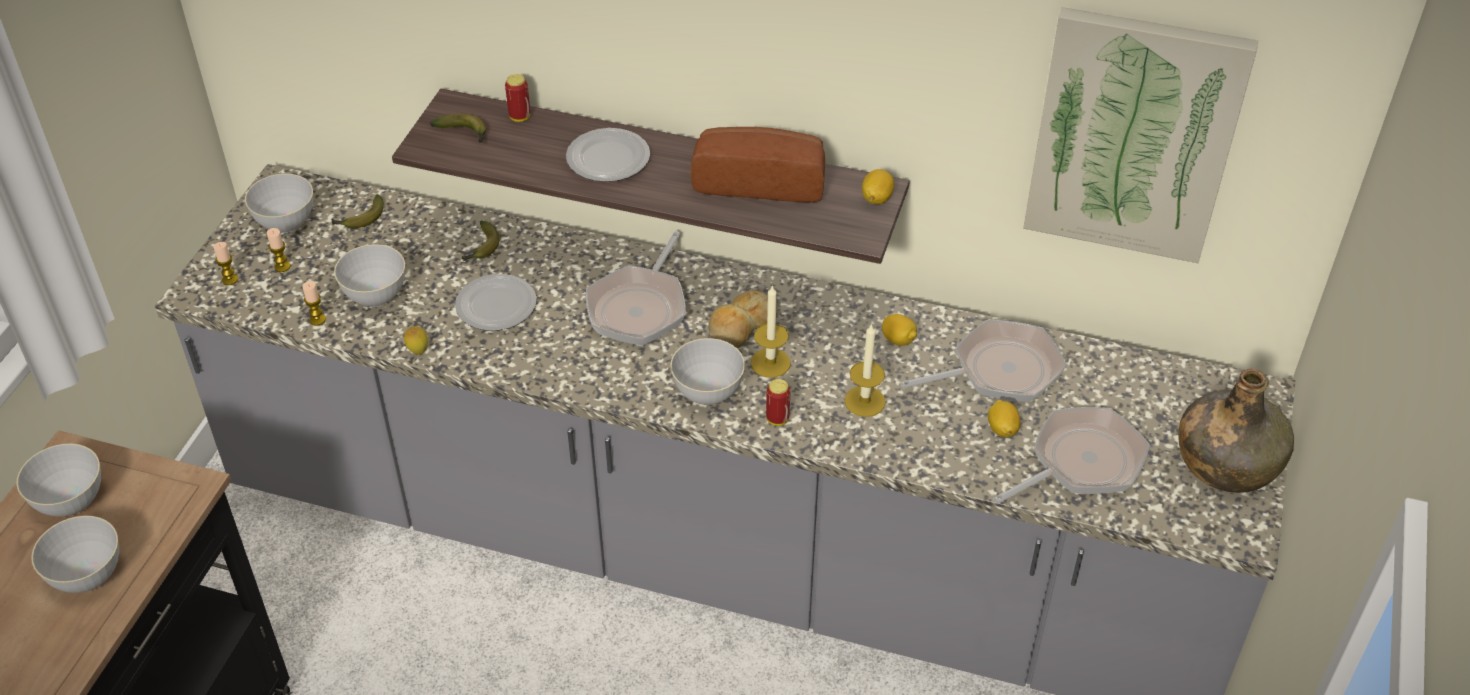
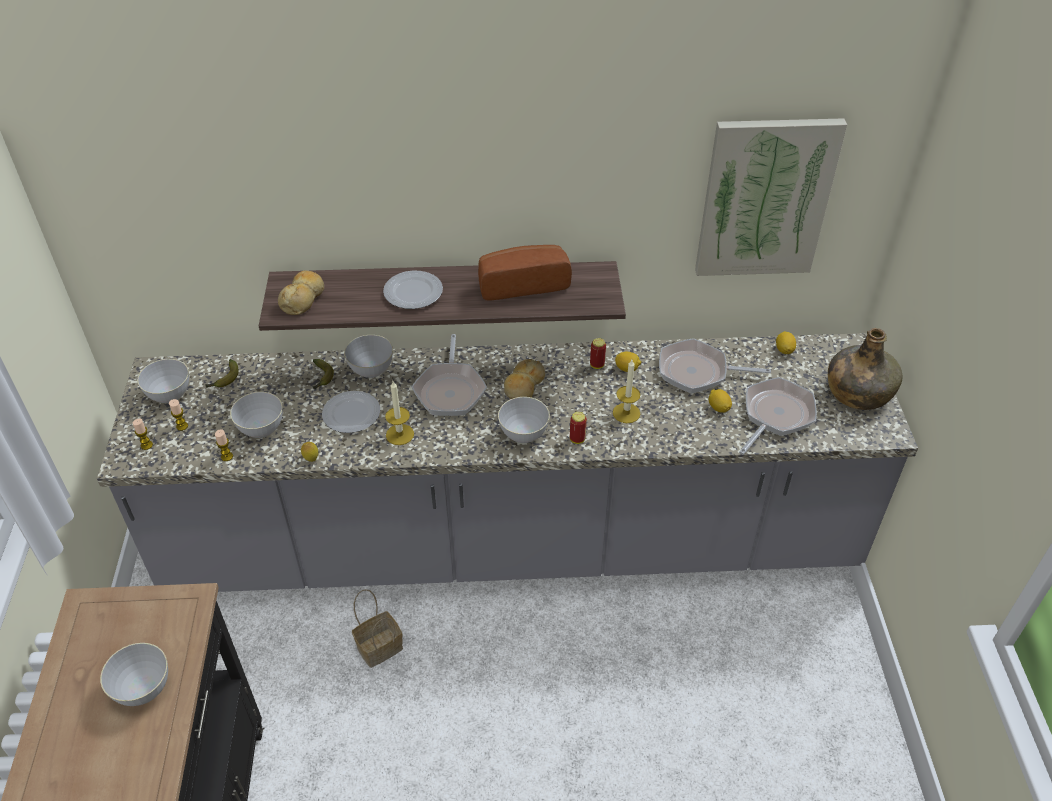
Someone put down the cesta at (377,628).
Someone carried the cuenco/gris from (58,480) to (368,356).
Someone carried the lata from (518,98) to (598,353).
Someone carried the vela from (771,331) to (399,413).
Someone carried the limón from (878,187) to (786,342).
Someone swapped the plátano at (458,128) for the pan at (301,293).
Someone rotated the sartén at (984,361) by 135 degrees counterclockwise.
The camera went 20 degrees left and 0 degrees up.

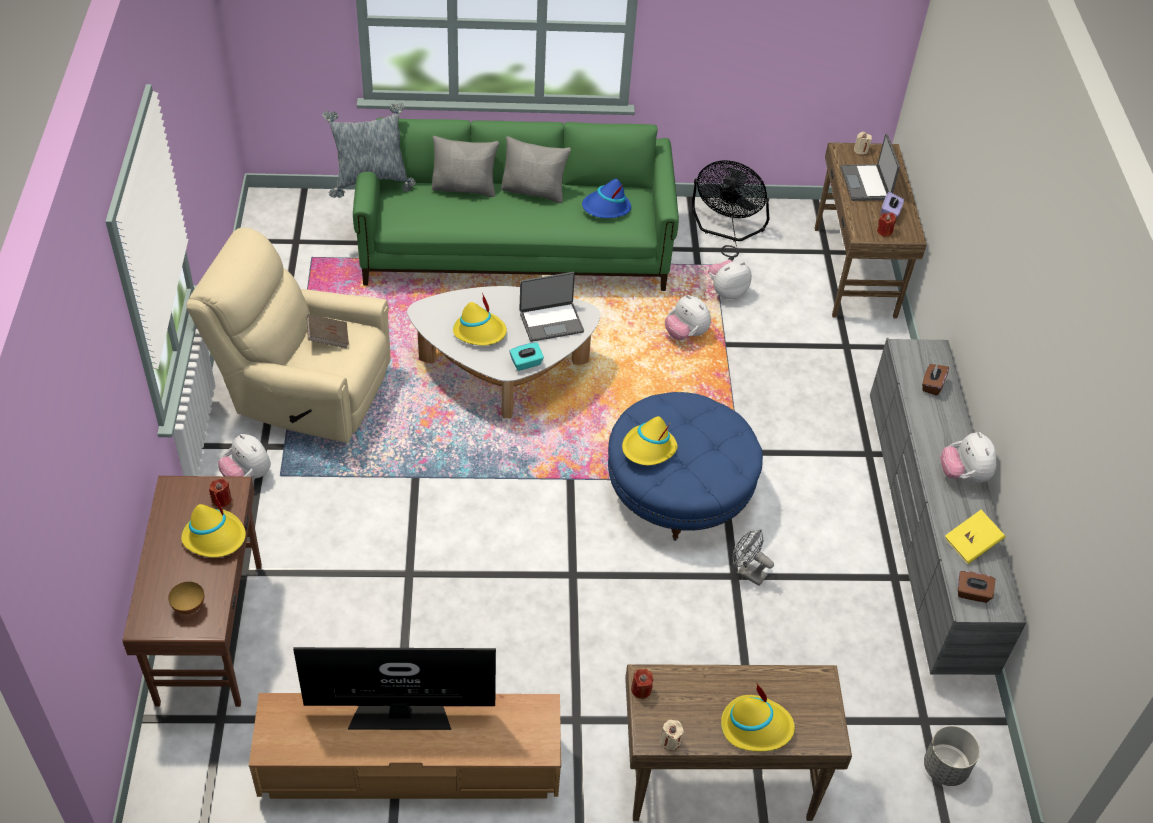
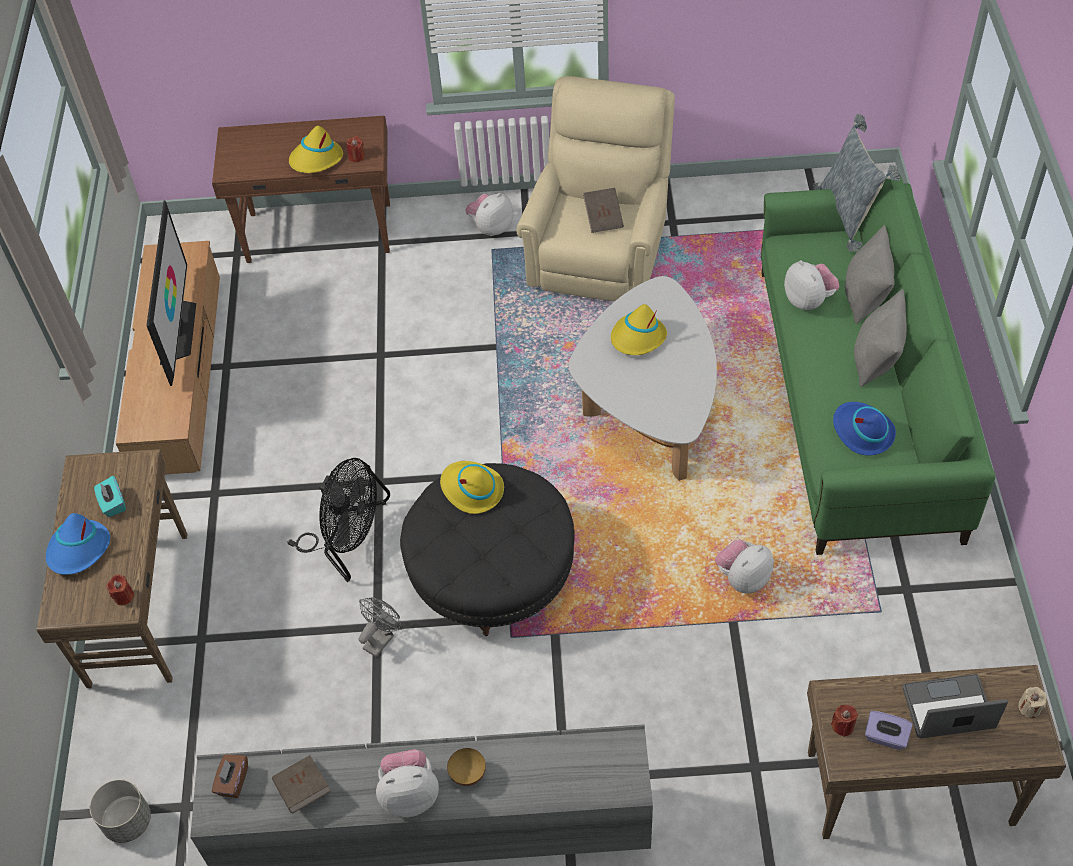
Someone took away the portátil at (551,307).
Someone took away the vela/beis at (671,735).
Someone took away the caja de pañuelos/marrón at (935,380).
Someone carried the cuenco from (186,598) to (466,767).
Someone carried the caja de pañuelos/turquesa from (526,357) to (110,496).
Someone carried the vela/rojo from (642,684) to (120,590).
Someone carried the ventilador/negro from (730,210) to (338,520).
Someone carried the peluche from (730,279) to (811,285).
Someone repainted the puf/azul at (685,466), which became the puf/negro at (487,549).
Someone repainted the sombrero/amarillo at (758,717), which became the sombrero/azul at (78,544).
Someone repainted the libro/amarillo at (975,537), which became the libro/marrón at (301,784).
The camera went 95 degrees right and 5 degrees up.

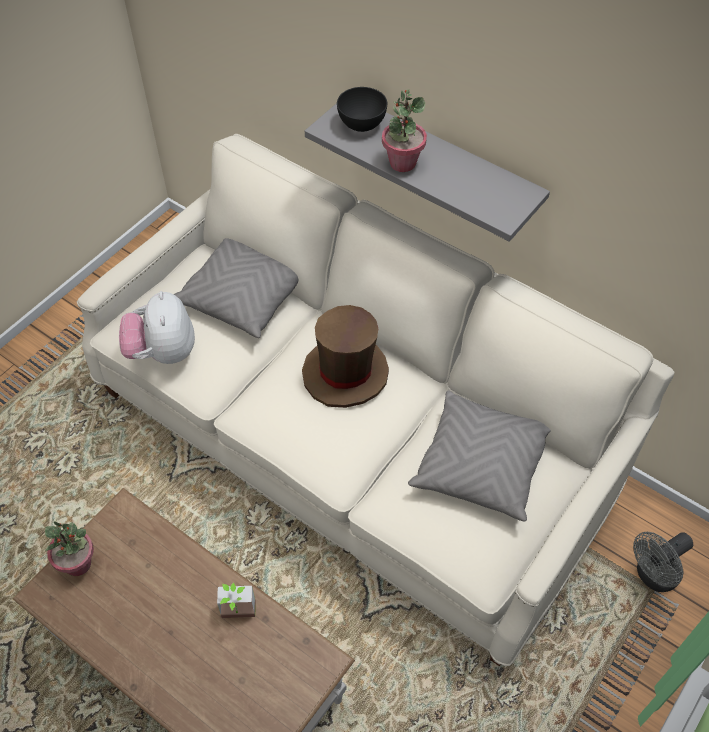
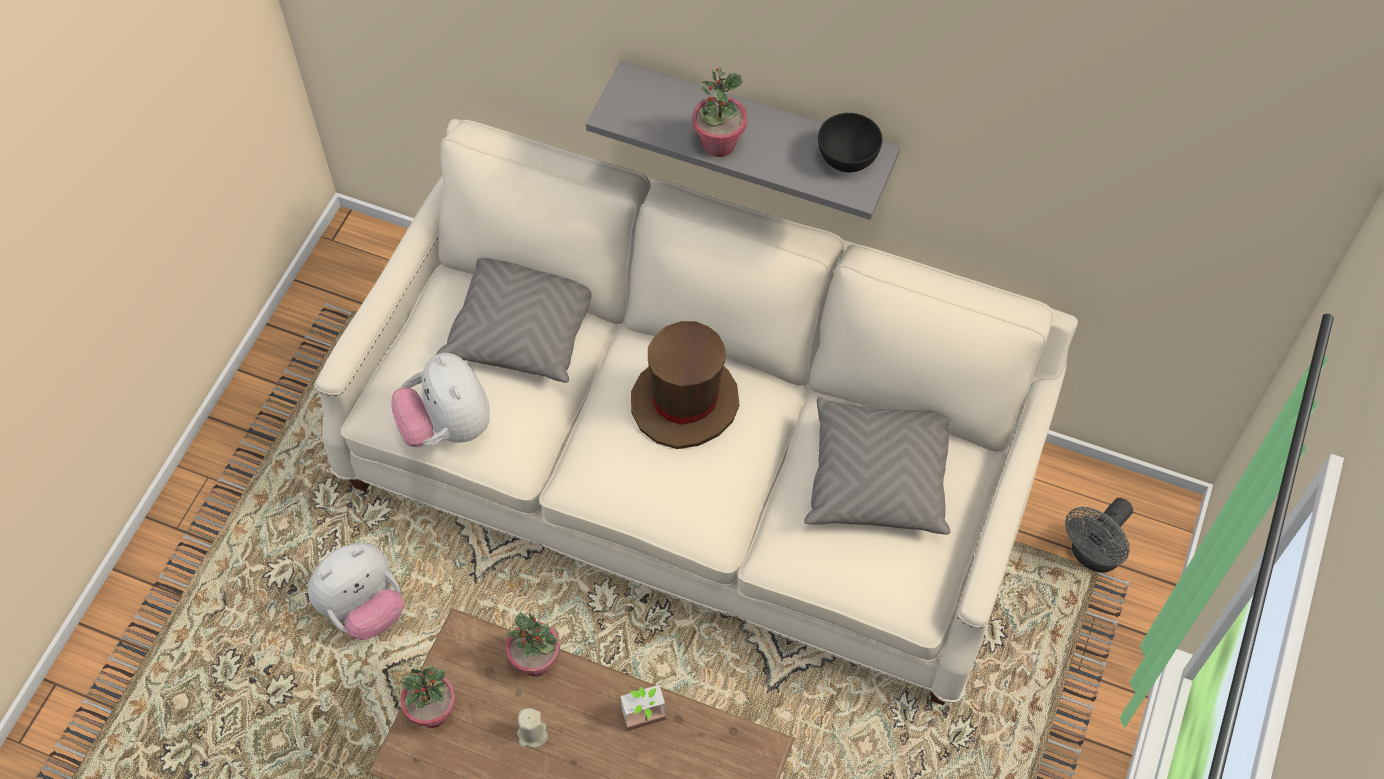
Someone put down the peluche at (356,591).
Someone put down the planta en maceta at (533,644).
Someone put down the vela/beis at (532,728).
Someone carried the cuenco/negro from (362,109) to (850,142).
The camera went 15 degrees left and 5 degrees up.

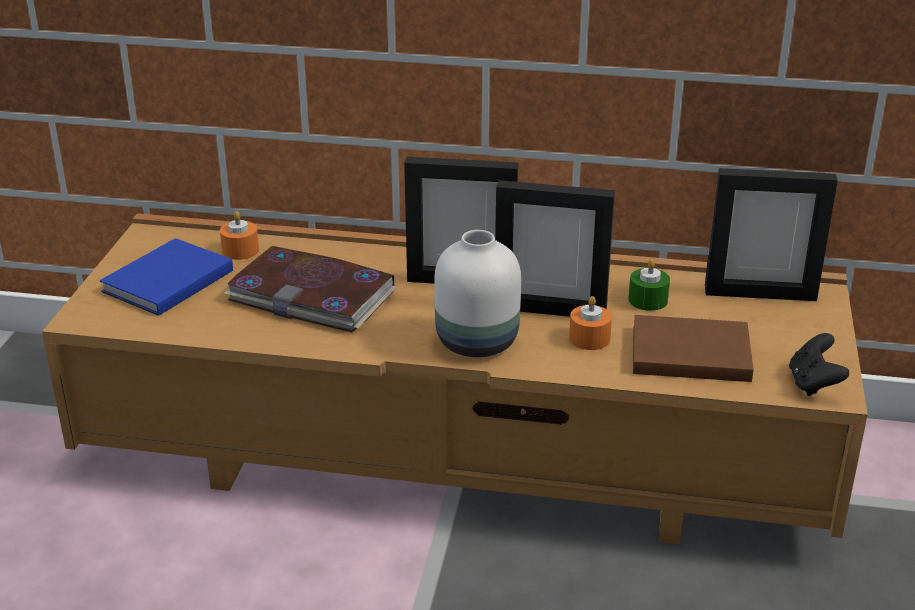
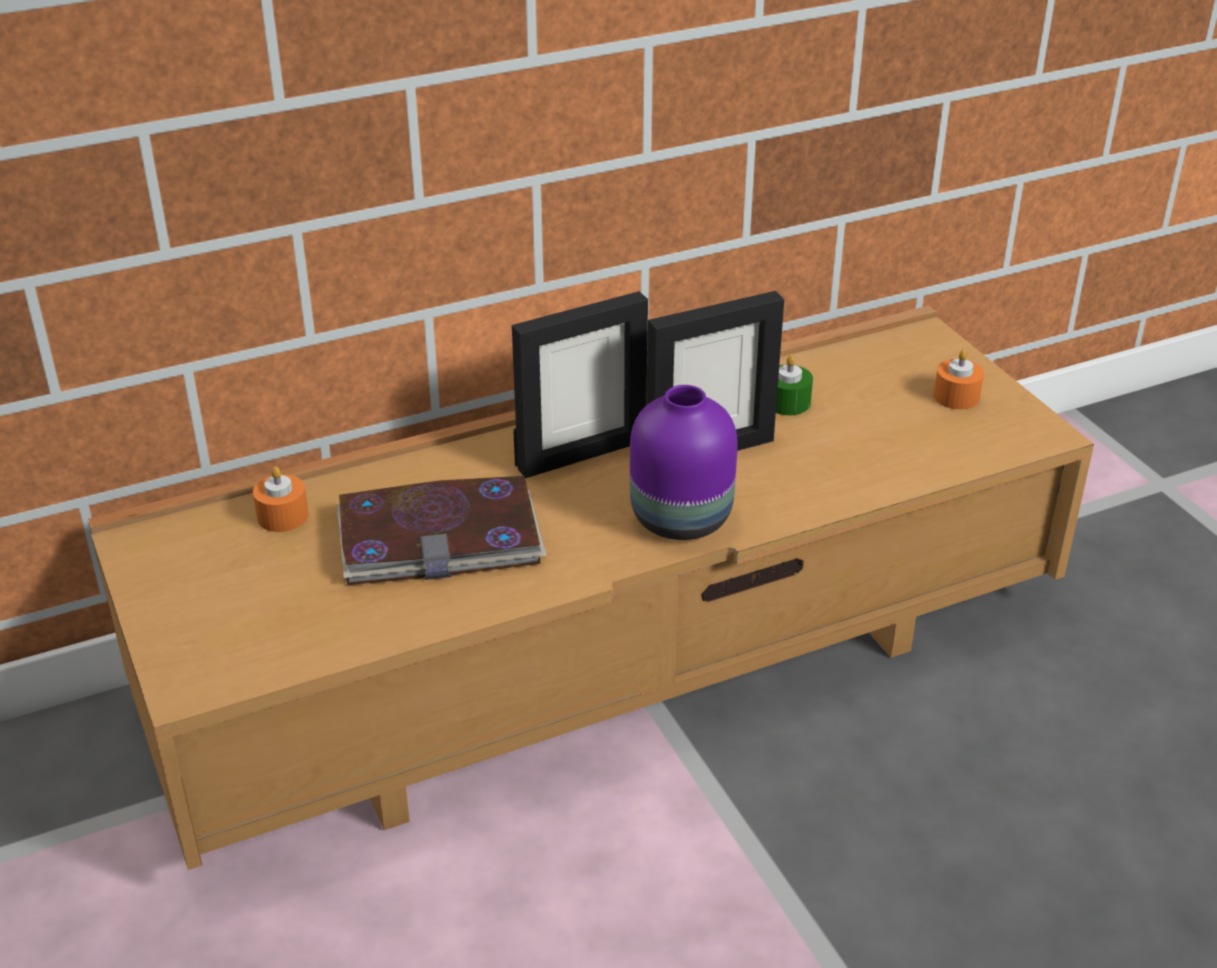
Someone took away the libro/azul at (166,277).
Someone took away the libro/marrón at (693,348).
Someone took away the portarretratos at (771,234).
Someone took away the mando de consola/negro at (819,364).
Someone carried the vela/naranja from (590,323) to (959,379).
Someone repainted the florero/blanco at (477,293), which became the florero/morado at (684,462).
The camera went 35 degrees left and 5 degrees up.

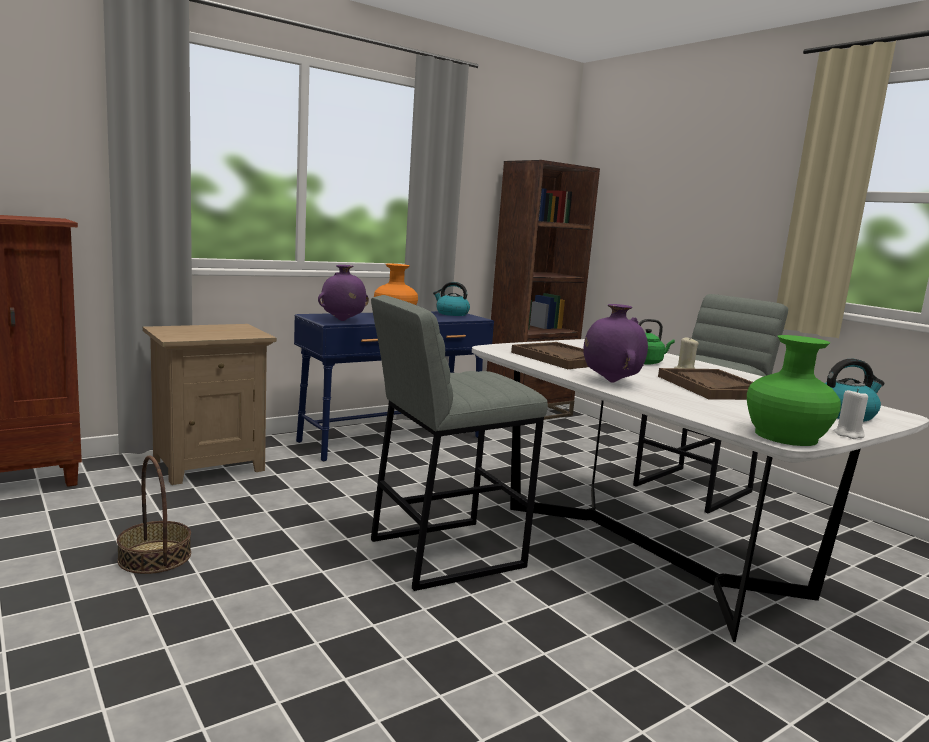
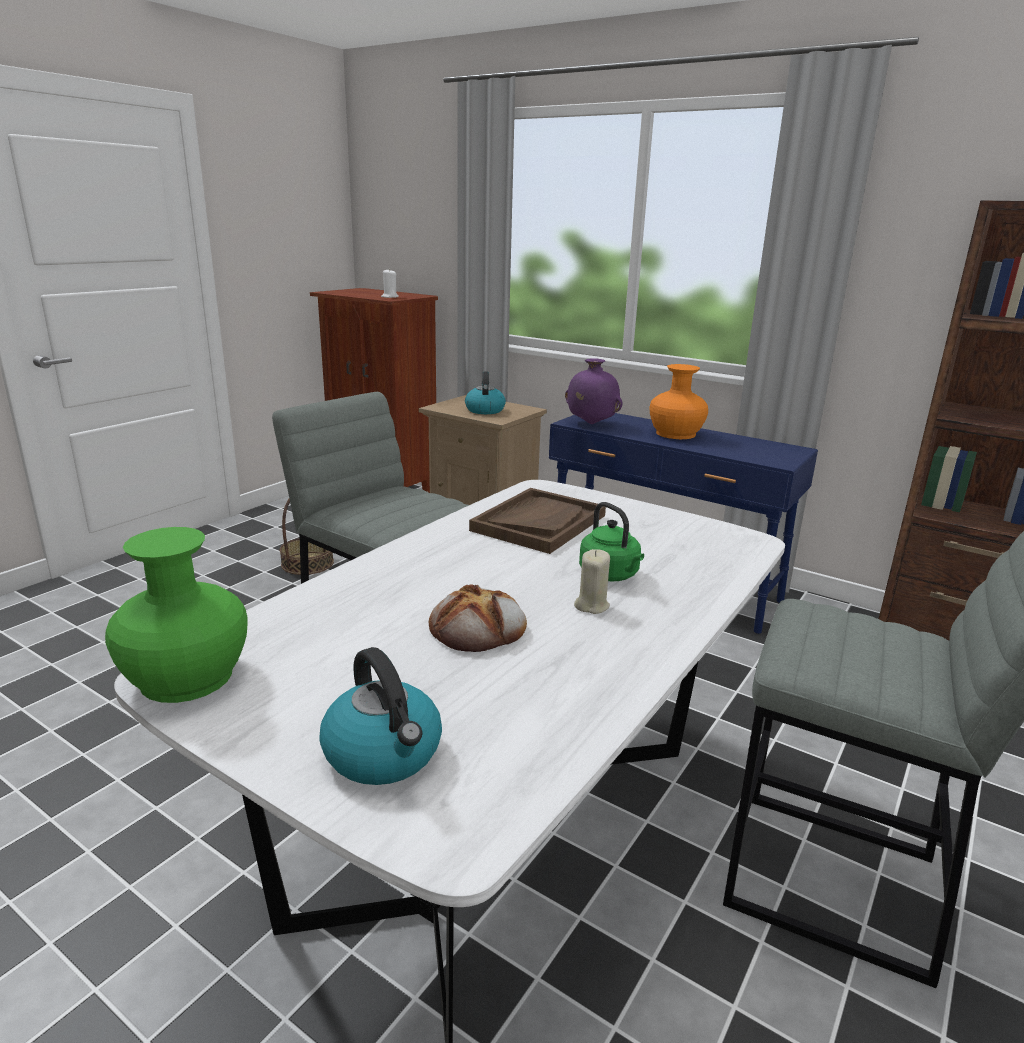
Someone took away the florero/morado at (615,343).
Someone carried the hervidor from (451,299) to (485,392).
Someone carried the vela/blanco from (851,414) to (390,283).
Someone swapped the bandeja/marrón at (705,384) for the pan at (478,618).
The camera went 70 degrees right and 10 degrees up.

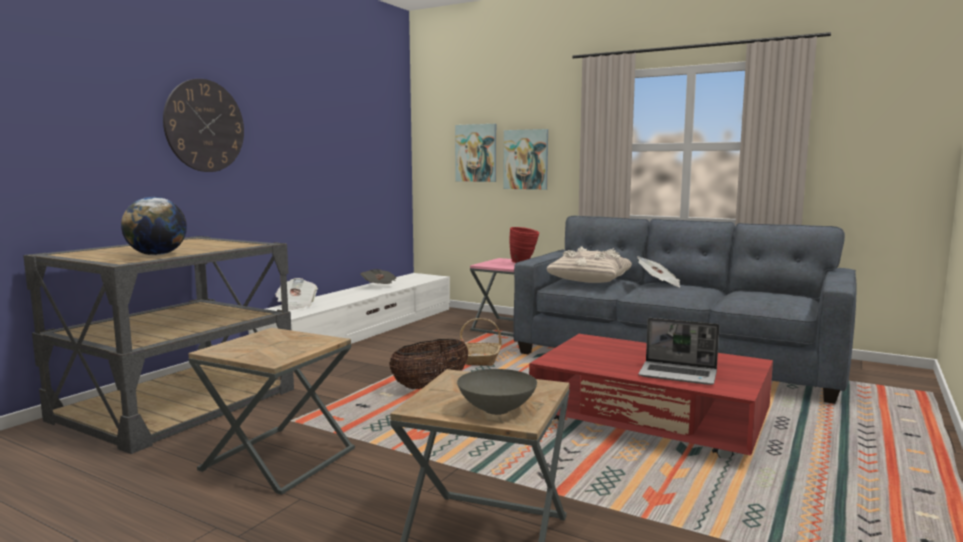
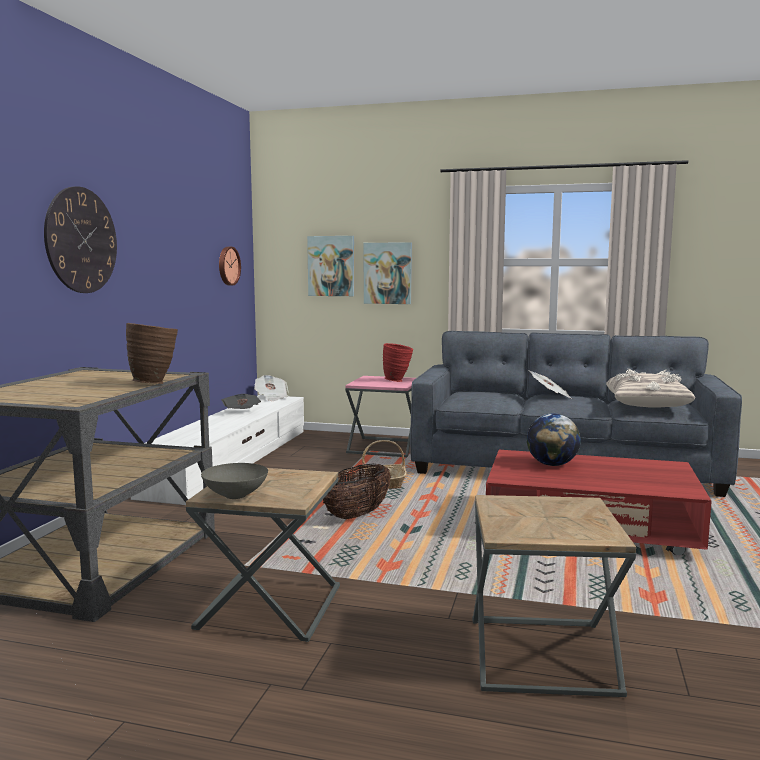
Someone took away the portátil at (679,351).
Someone put down the florero/marrón at (152,353).
Someone put up the reloj de pared at (230,266).
Someone carried the globo terráqueo from (154,226) to (554,439).
Someone carried the periódico from (296,294) to (271,388).
Someone carried the cuenco/gris from (497,392) to (234,481).
Someone carried the cojín/beis from (589,264) to (650,388).
The camera went 15 degrees left and 0 degrees up.

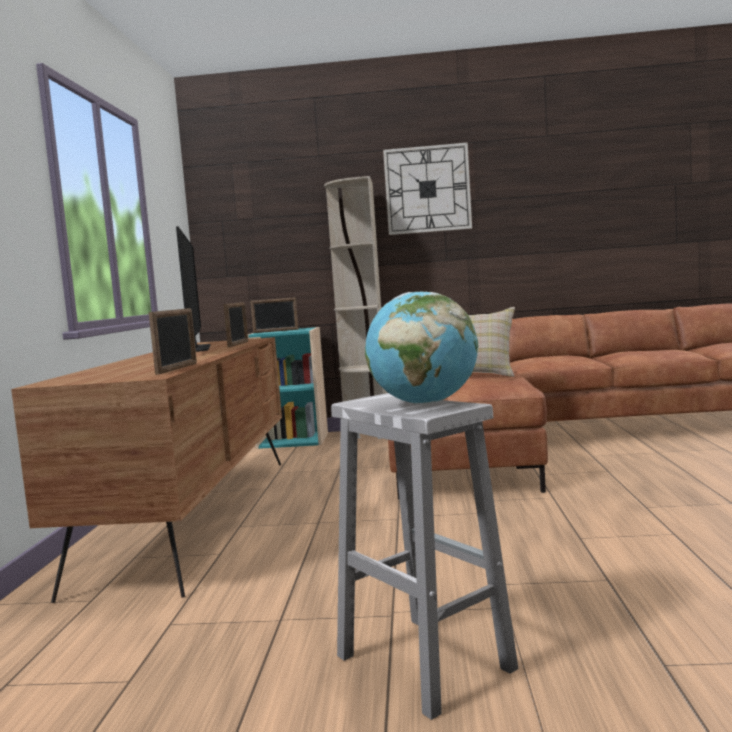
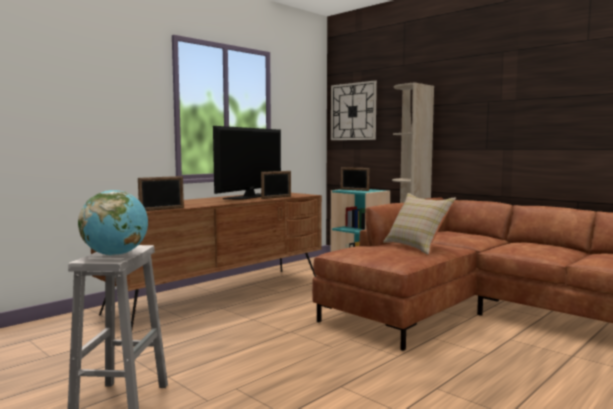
Someone carried the reloj de pared from (427,188) to (354,110).
The camera went 40 degrees right and 0 degrees up.

